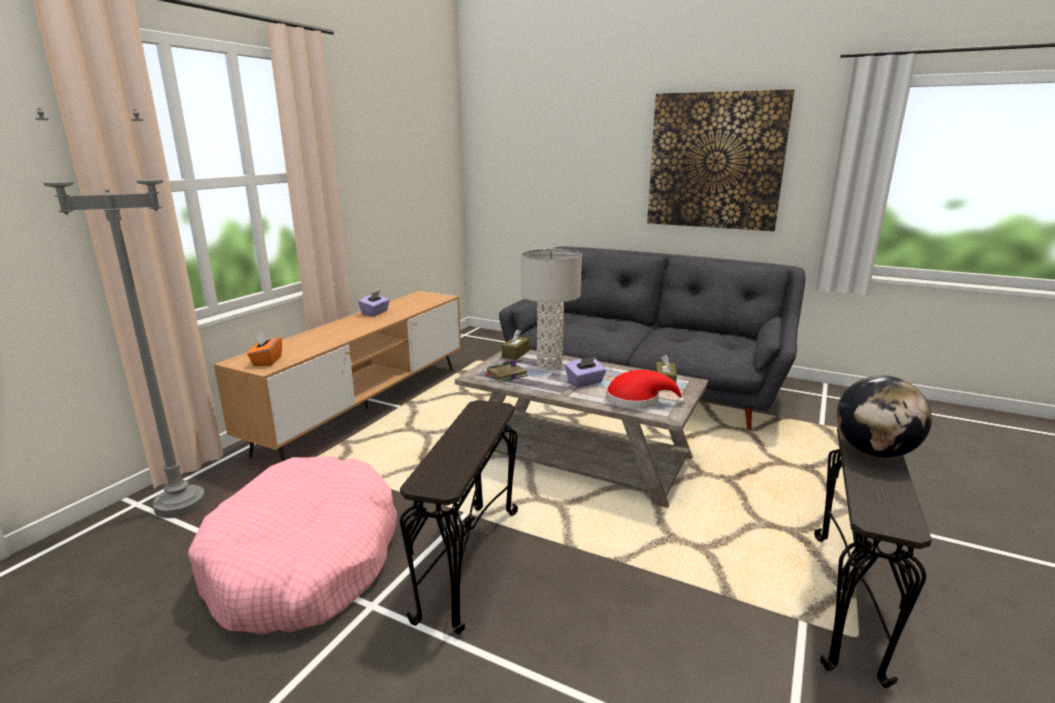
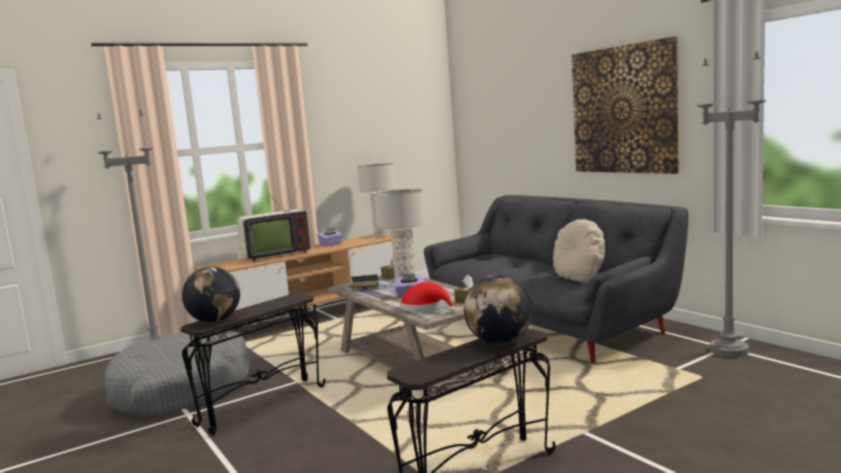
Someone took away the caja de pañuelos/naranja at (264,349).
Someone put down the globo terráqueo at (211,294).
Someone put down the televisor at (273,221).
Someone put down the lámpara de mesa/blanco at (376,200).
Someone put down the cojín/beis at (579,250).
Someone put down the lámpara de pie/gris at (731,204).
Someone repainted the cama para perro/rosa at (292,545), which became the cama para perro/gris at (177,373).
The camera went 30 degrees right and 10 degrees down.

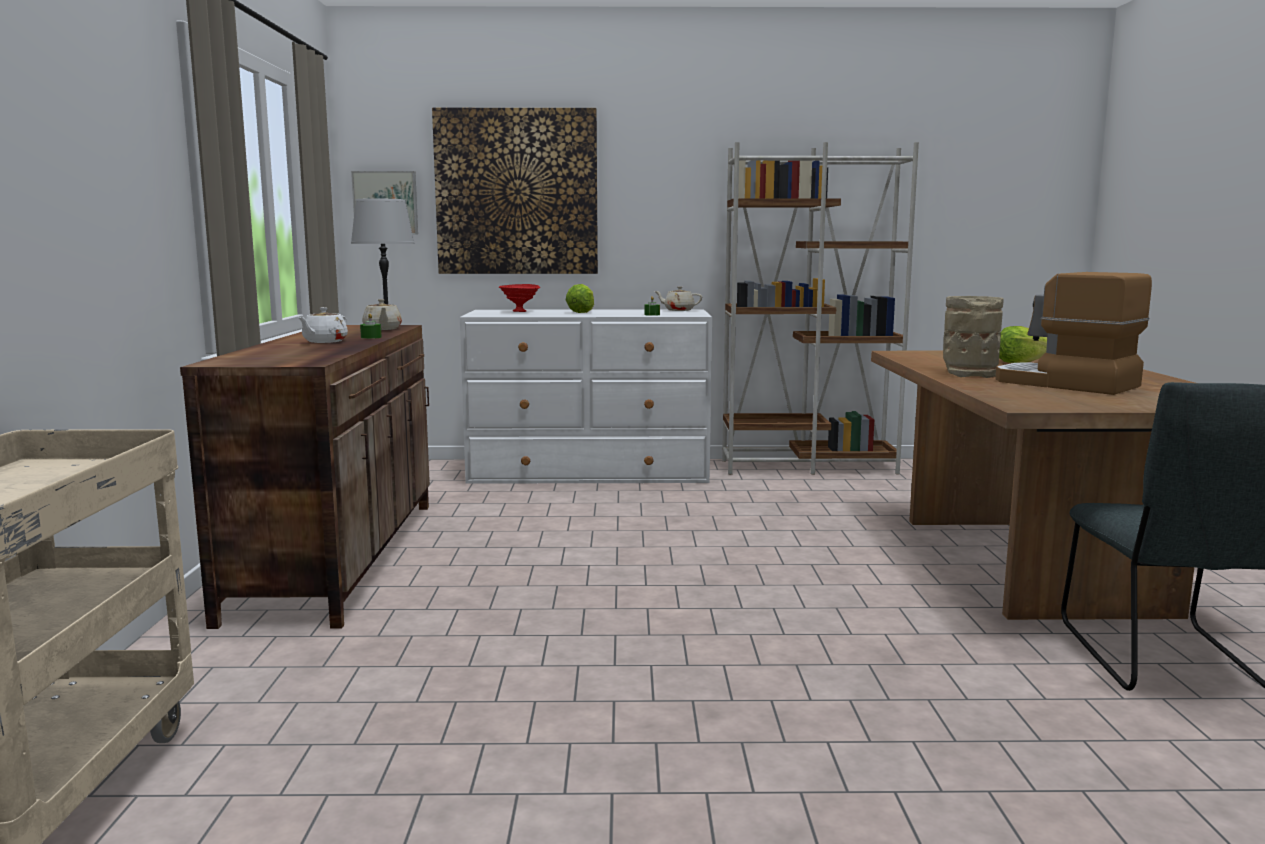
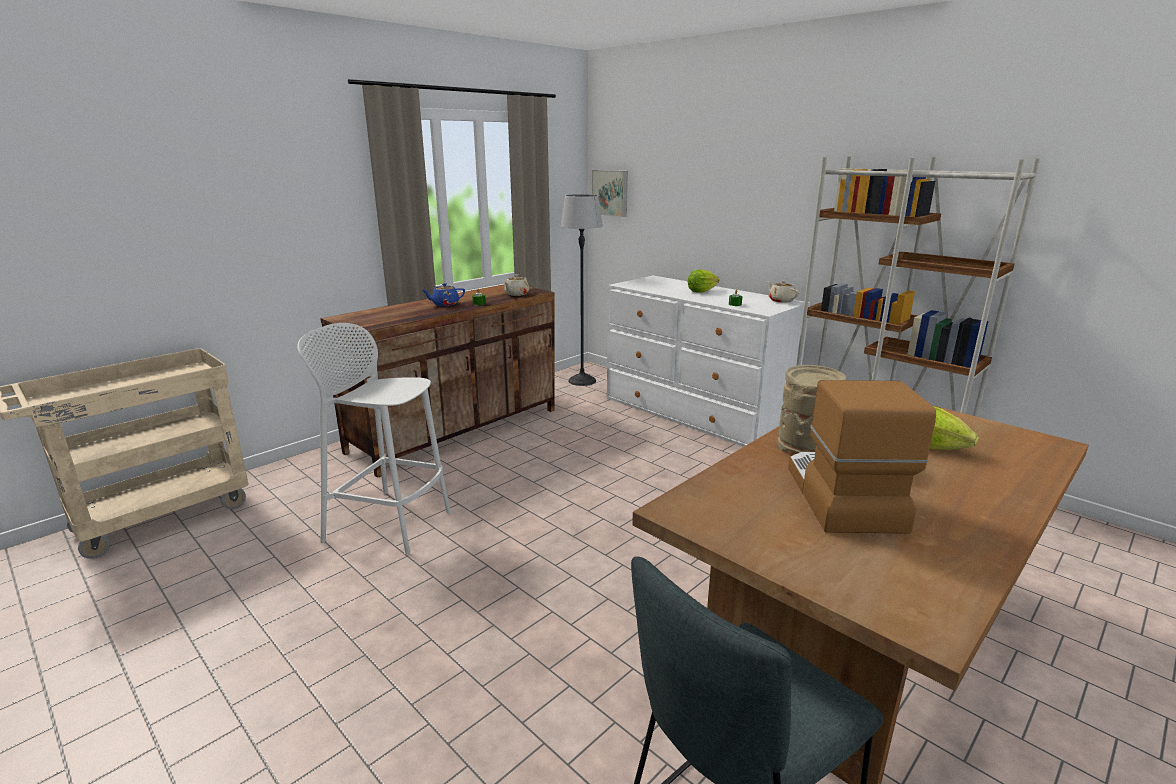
Someone took away the cuadro at (515,191).
Someone took away the cuenco/rojo at (519,298).
Someone put down the taburete/blanco at (374,438).
Someone repainted the tetera/blanco at (323,325), which became the tetera/azul at (443,294).
The camera went 45 degrees right and 10 degrees up.

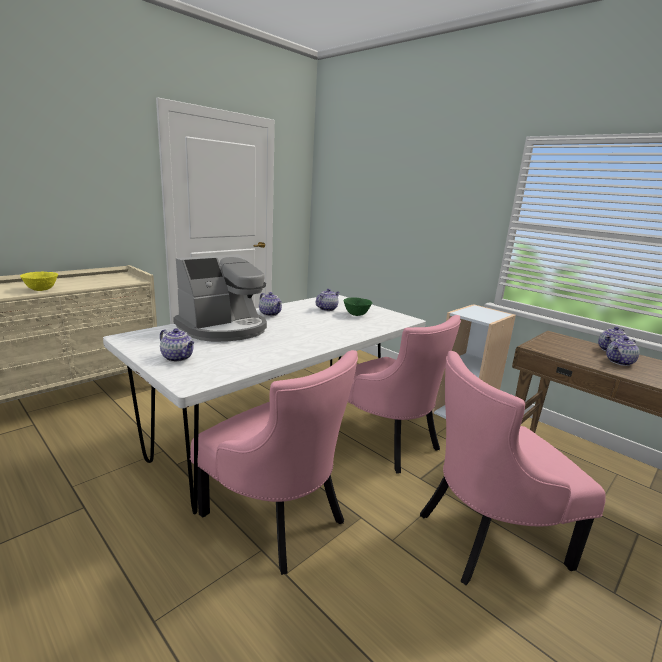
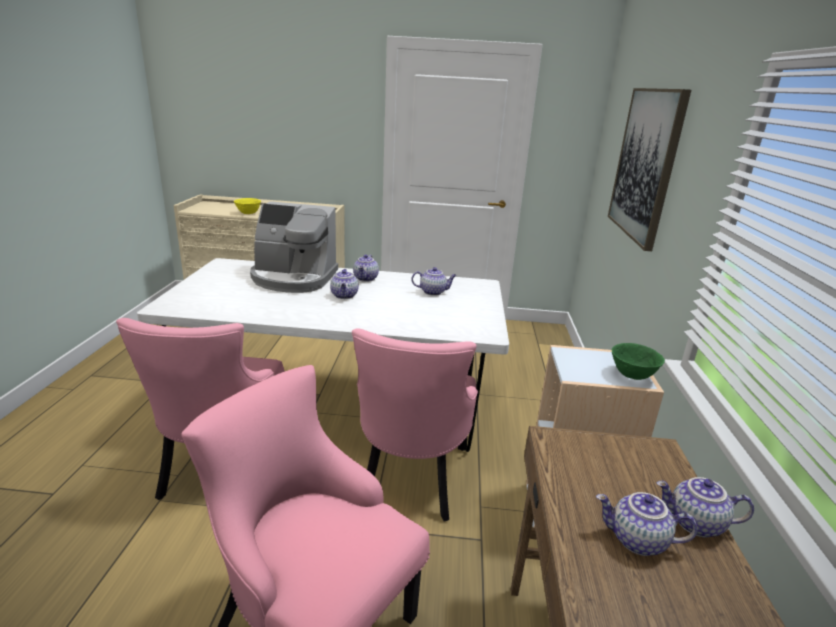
Someone put up the cuadro at (649,169).
Someone carried the tetera from (177,345) to (344,284).
Someone carried the cuenco/verde from (358,307) to (638,361).
The camera went 50 degrees right and 5 degrees up.

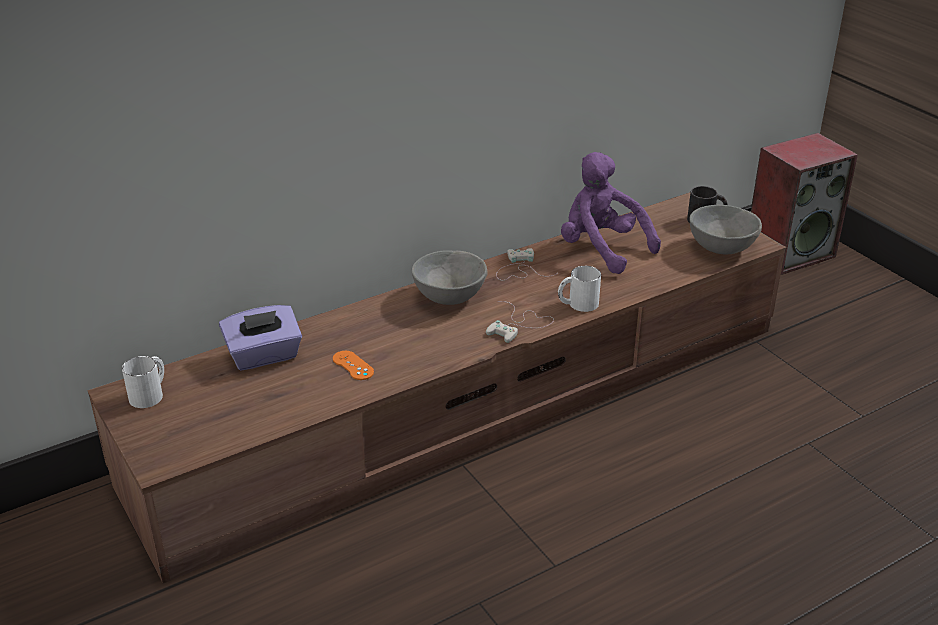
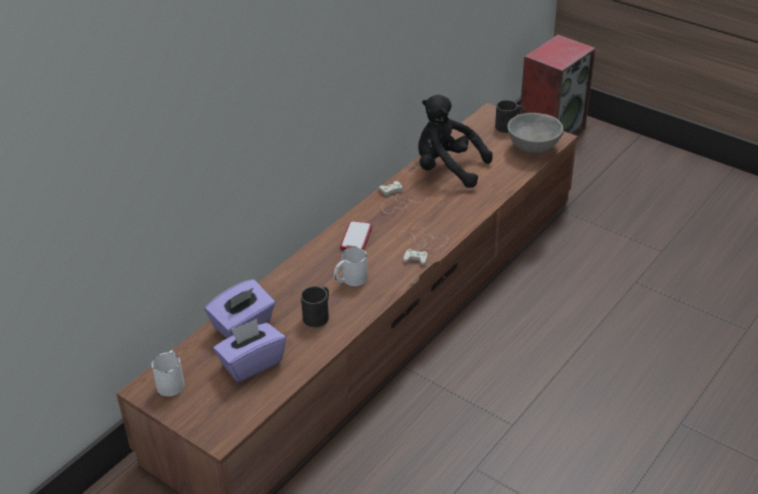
Someone put down the caja de pañuelos/morado at (249,350).
Someone carried the taza grande/blanco from (579,289) to (351,266).
Someone swapped the mando de consola/naranja at (353,365) for the taza grande/negro at (315,306).
Someone swapped the cuenco/gris at (450,277) for the móvil at (356,236).
Someone repainted the peluche/morado at (611,213), which became the peluche/negro at (455,141).
The camera went 20 degrees left and 5 degrees up.

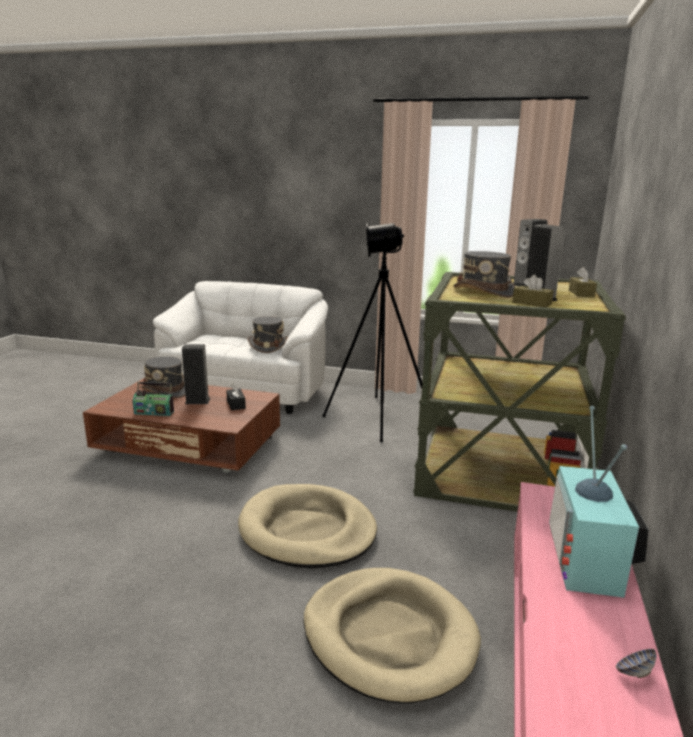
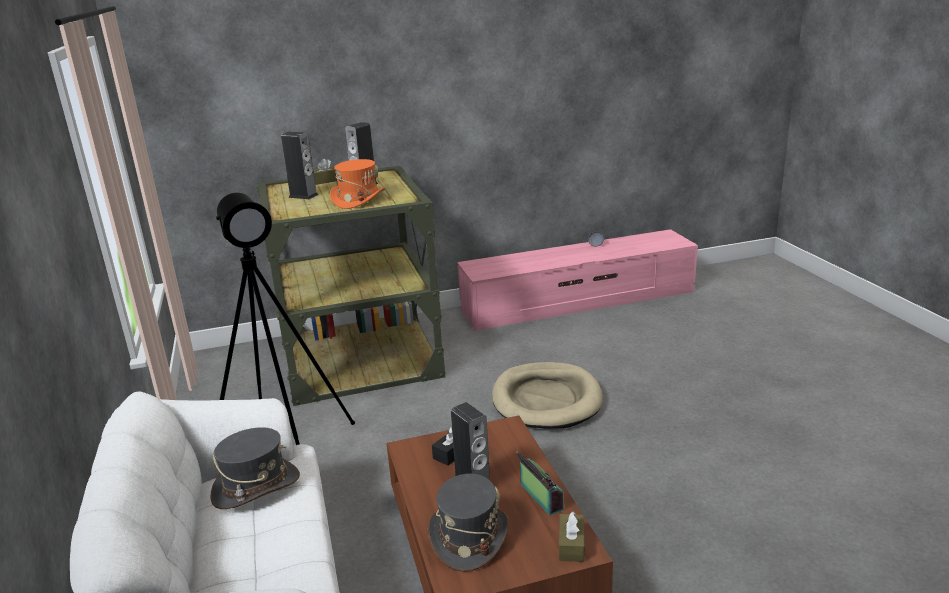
Someone took away the cama para perro/beis at (392,636).
Someone took away the televisor at (598,502).
Someone carried the caja de pañuelos/marrón from (533,291) to (571,536).
Someone repainted the sombrero/gris at (484,274), which became the sombrero/naranja at (357,184).
The camera went 120 degrees left and 5 degrees up.

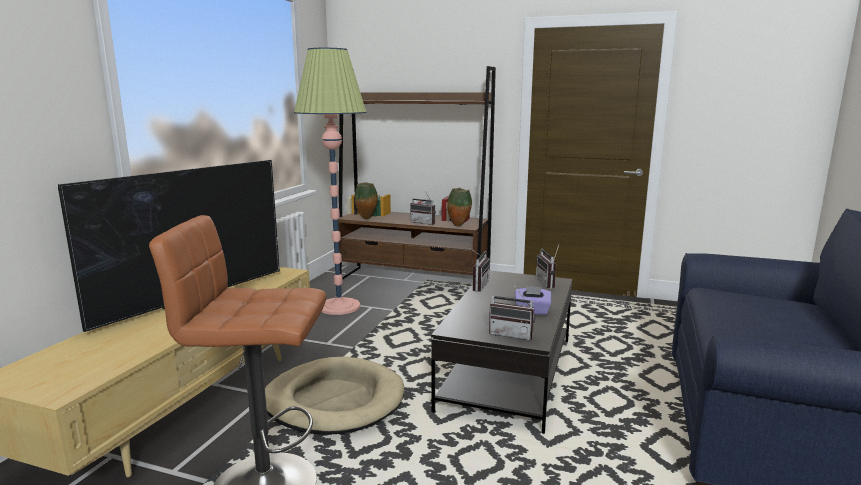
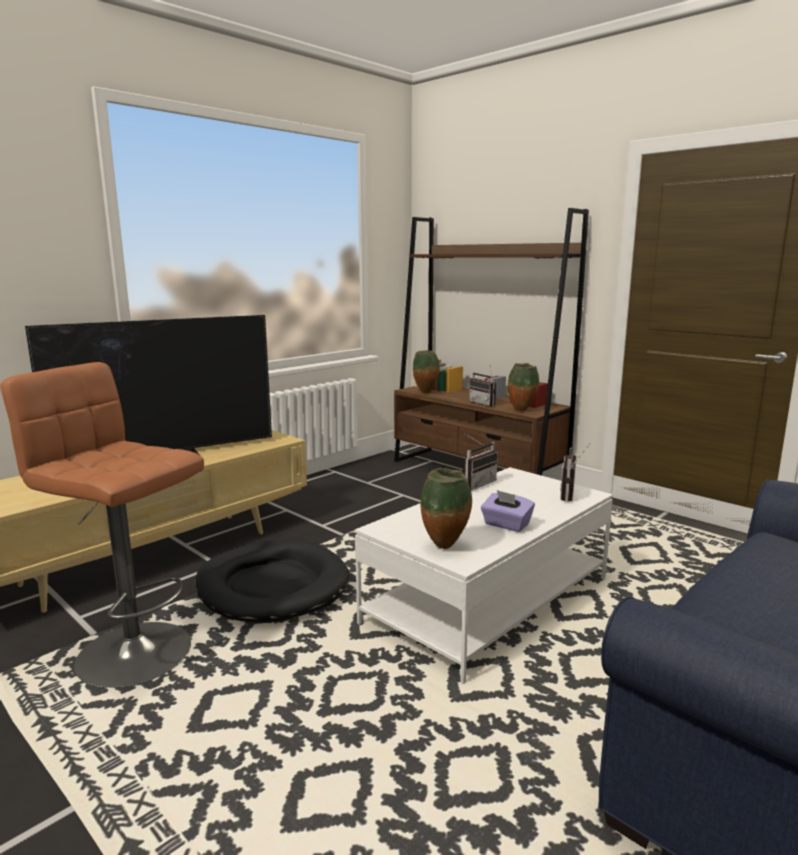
Someone took away the lámpara de pie at (330,181).
Someone swapped the radio at (512,312) for the florero at (446,508).
Someone repainted the cama para perro/beis at (334,396), which became the cama para perro/negro at (272,581).
Someone repainted the mesa de centro/negro at (501,352), which became the mesa de centro/blanco at (484,575).
The camera went 25 degrees right and 0 degrees up.

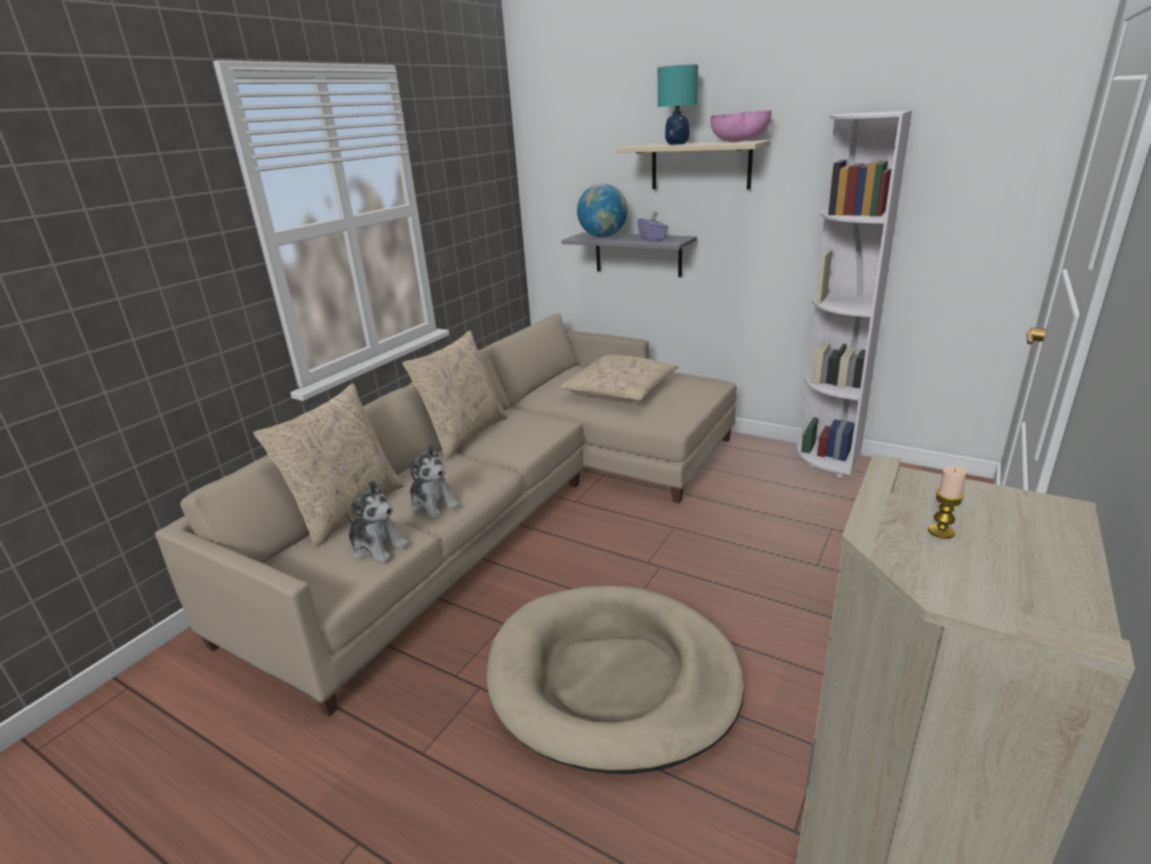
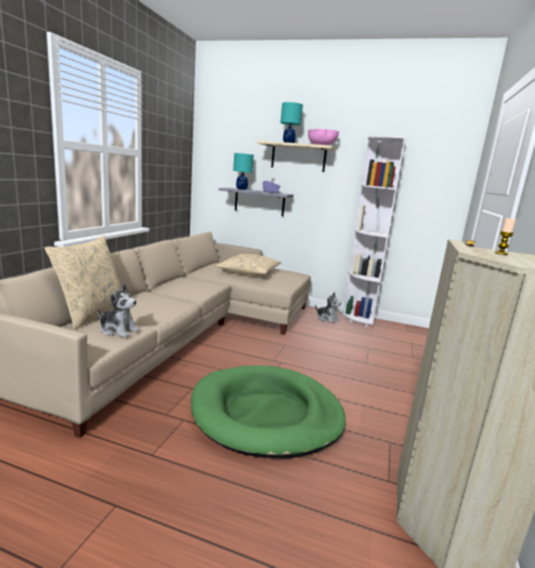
Someone took away the cojín/beis at (455,394).
Someone carried the peluche from (434,481) to (328,307).
Someone swapped the globo terráqueo at (602,210) for the lámpara de mesa/turquesa at (243,171).
Someone repainted the cama para perro/beis at (615,680), which became the cama para perro/verde at (268,412).
The camera went 15 degrees left and 10 degrees down.

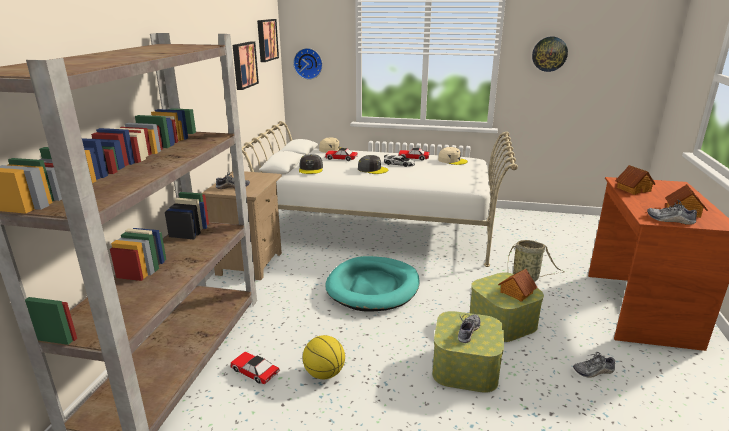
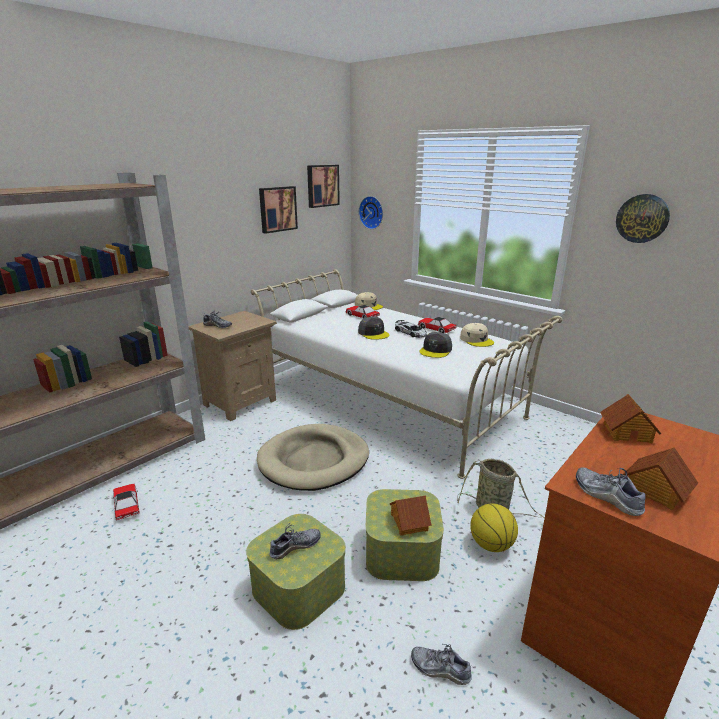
Someone carried the gorra/gris from (311,164) to (435,345).
Someone carried the balón de baloncesto from (324,357) to (494,527).
Someone repainted the cama para perro/turquesa at (372,283), which became the cama para perro/beis at (313,457).
The camera went 30 degrees right and 0 degrees up.

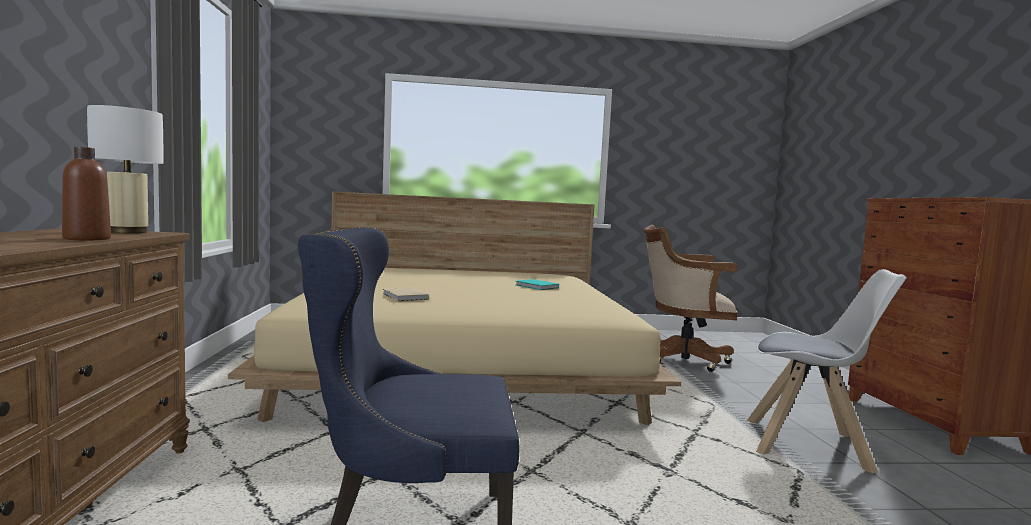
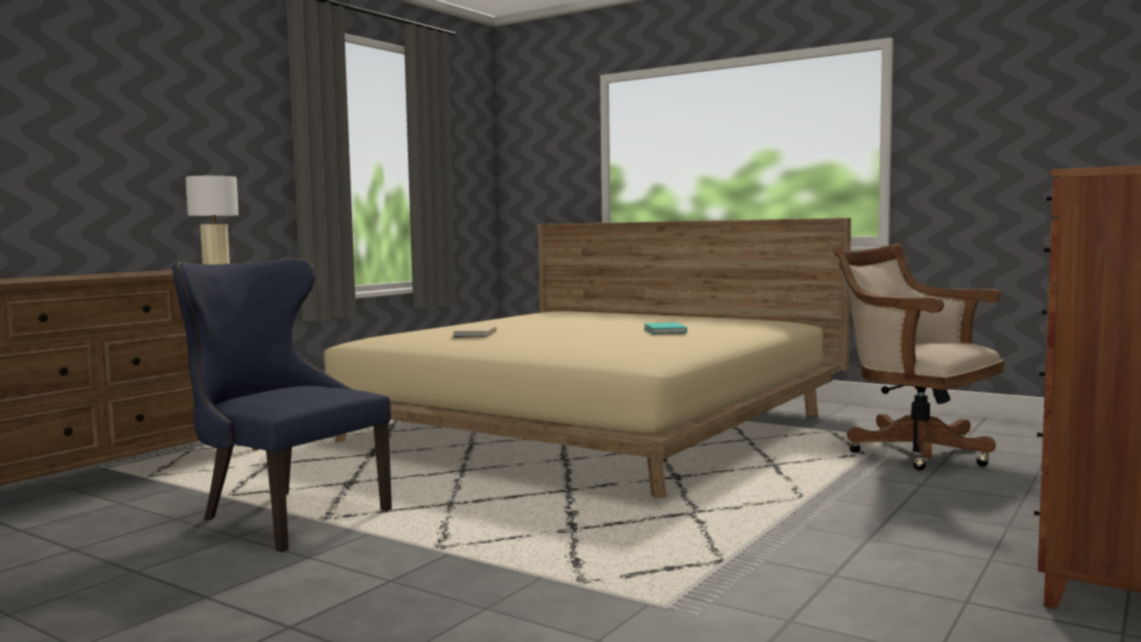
Someone took away the botella/marrón at (86,193).
Someone took away the silla at (827,371).
The camera went 40 degrees right and 0 degrees up.

